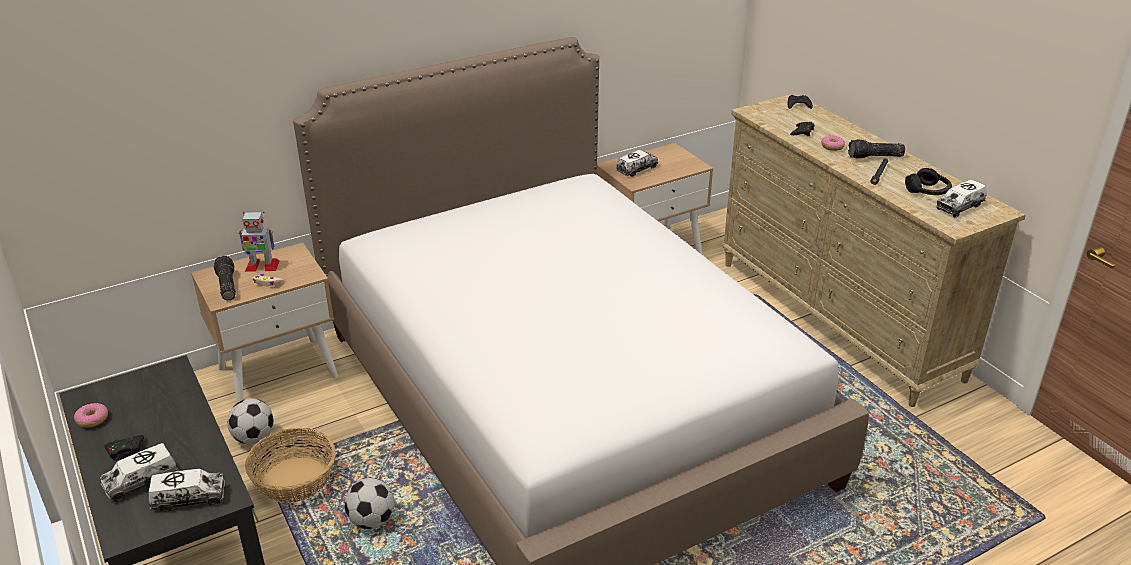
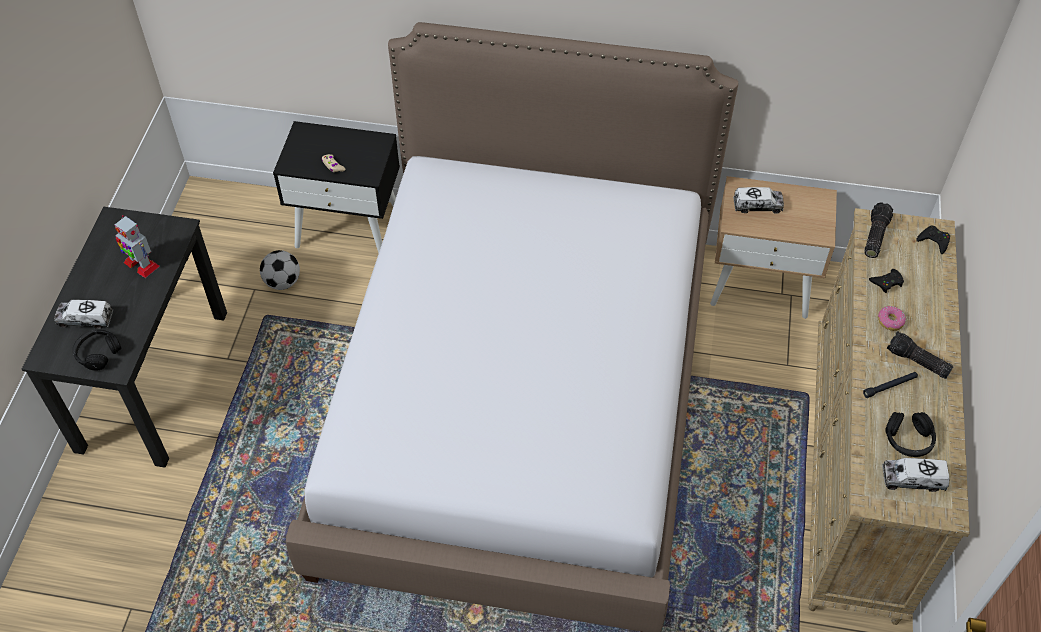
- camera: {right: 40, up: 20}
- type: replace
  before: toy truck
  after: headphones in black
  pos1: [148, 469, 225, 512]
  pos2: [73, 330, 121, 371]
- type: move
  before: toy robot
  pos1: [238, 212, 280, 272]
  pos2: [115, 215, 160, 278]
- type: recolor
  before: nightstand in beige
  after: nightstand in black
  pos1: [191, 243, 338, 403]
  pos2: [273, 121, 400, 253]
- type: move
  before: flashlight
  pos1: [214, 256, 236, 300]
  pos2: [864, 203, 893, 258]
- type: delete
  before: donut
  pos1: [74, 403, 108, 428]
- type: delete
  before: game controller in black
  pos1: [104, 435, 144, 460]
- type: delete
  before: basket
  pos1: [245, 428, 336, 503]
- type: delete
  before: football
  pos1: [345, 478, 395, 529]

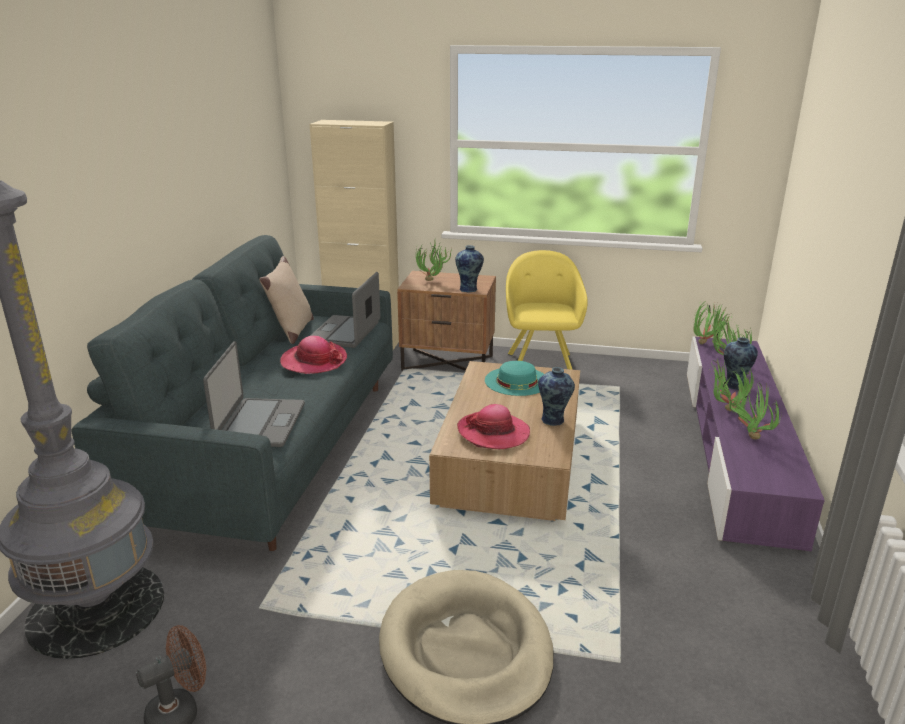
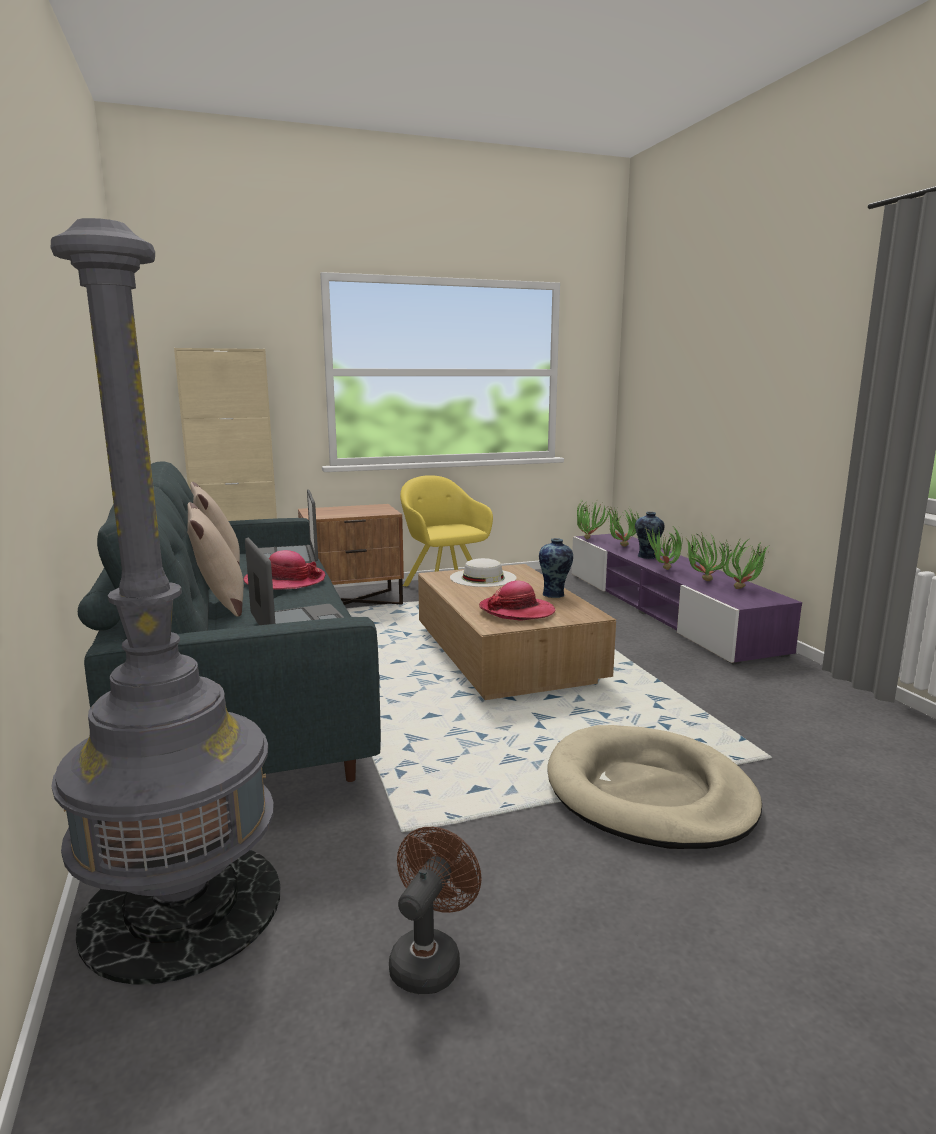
- camera: {right: -30, up: -10}
- type: insert
  after: pillow in beige
  pos2: [187, 502, 244, 617]
- type: recolor
  before: hat in turquoise
  after: hat in white
  pos1: [485, 361, 544, 396]
  pos2: [450, 558, 517, 587]
- type: move
  before: potted plant
  pos1: [416, 241, 452, 281]
  pos2: [722, 535, 771, 589]
- type: delete
  before: vase
  pos1: [455, 245, 484, 292]

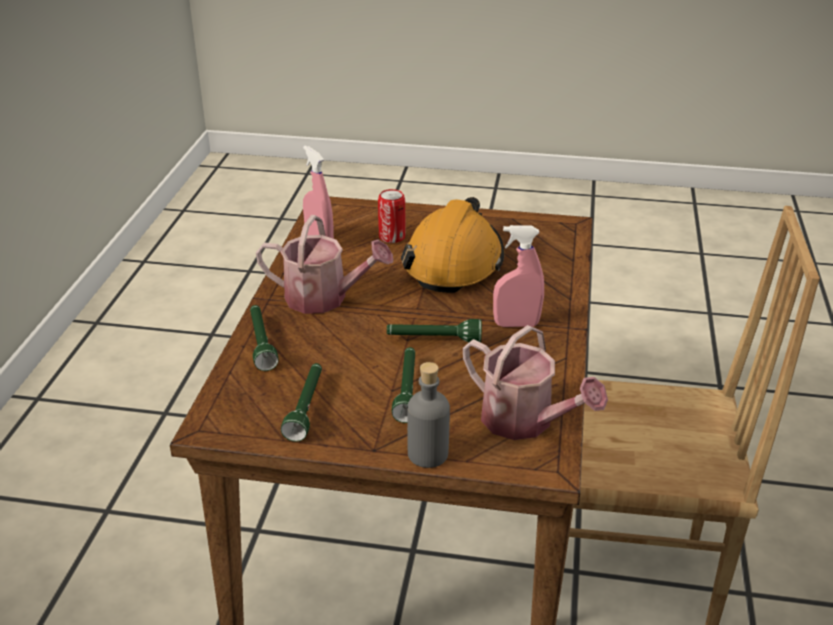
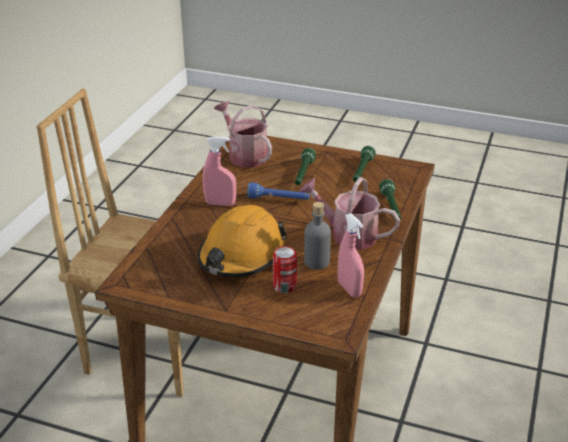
- camera: {right: -170, up: 0}
- type: recolor
  before: flashlight in green
  after: flashlight in blue
  pos1: [387, 319, 482, 343]
  pos2: [247, 182, 310, 200]
- type: move
  before: bottle in grey
  pos1: [407, 362, 450, 468]
  pos2: [304, 202, 331, 270]

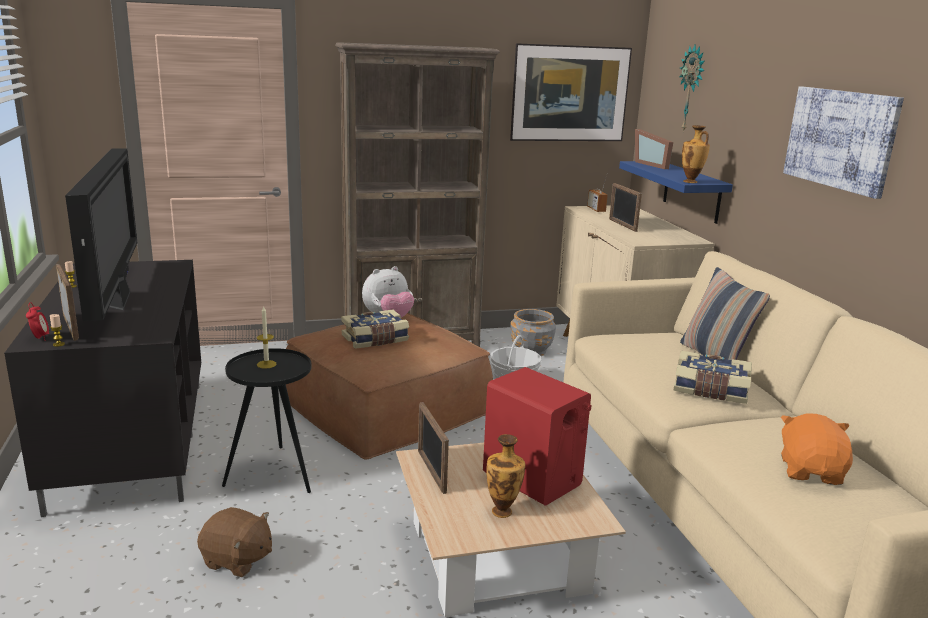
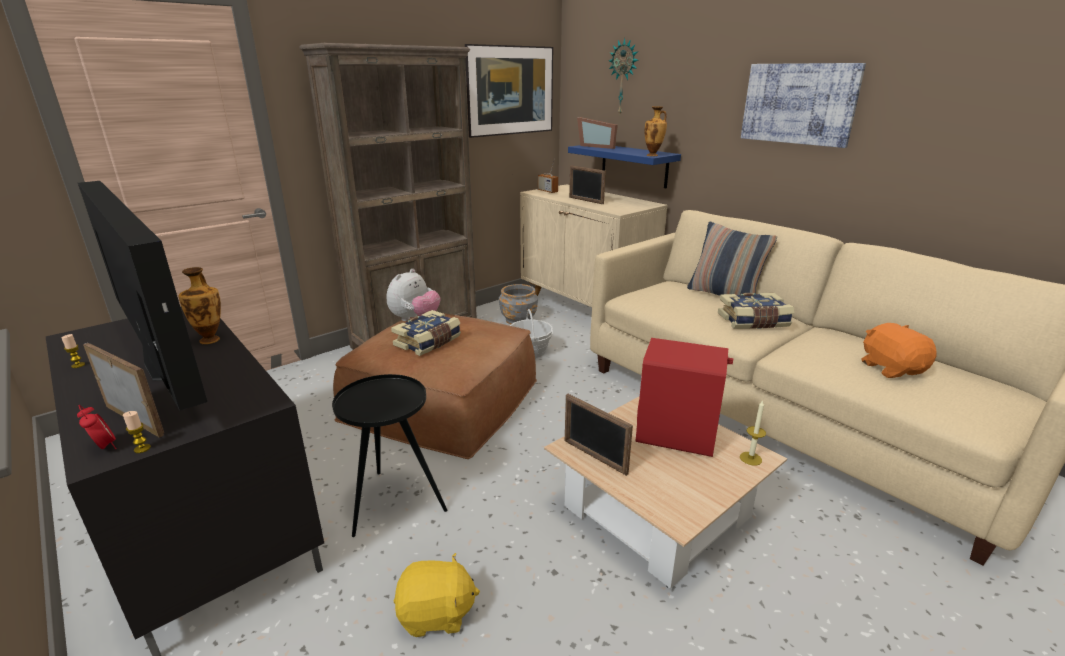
- camera: {right: -25, up: 5}
- type: move
  before: vase
  pos1: [486, 434, 525, 518]
  pos2: [179, 267, 221, 344]
- type: recolor
  before: plush toy in brown
  after: plush toy in yellow
  pos1: [197, 507, 272, 577]
  pos2: [394, 553, 480, 637]
- type: move
  before: candle
  pos1: [257, 307, 277, 369]
  pos2: [740, 400, 766, 465]

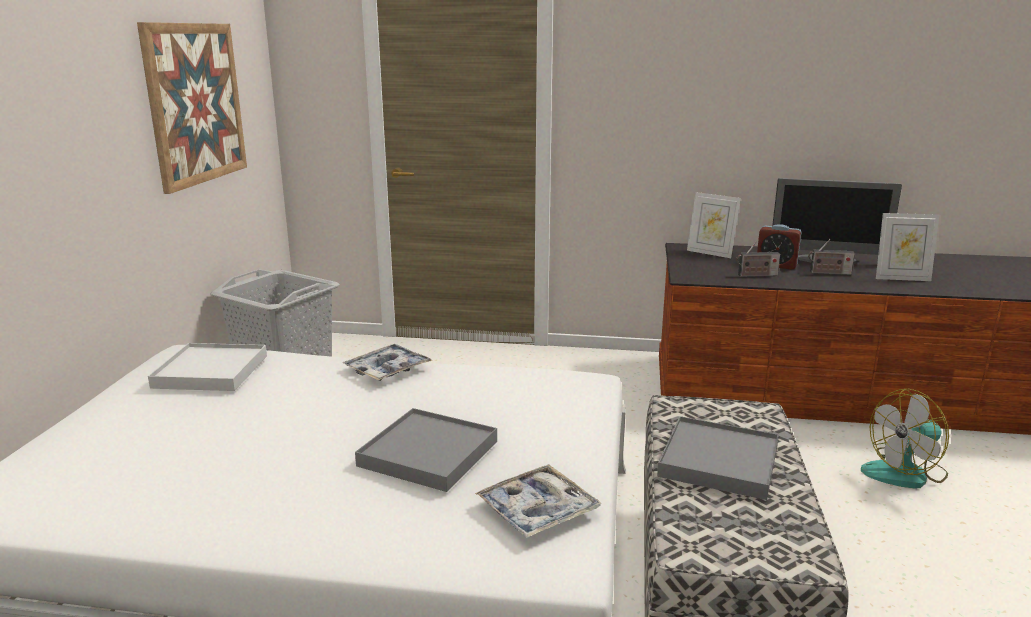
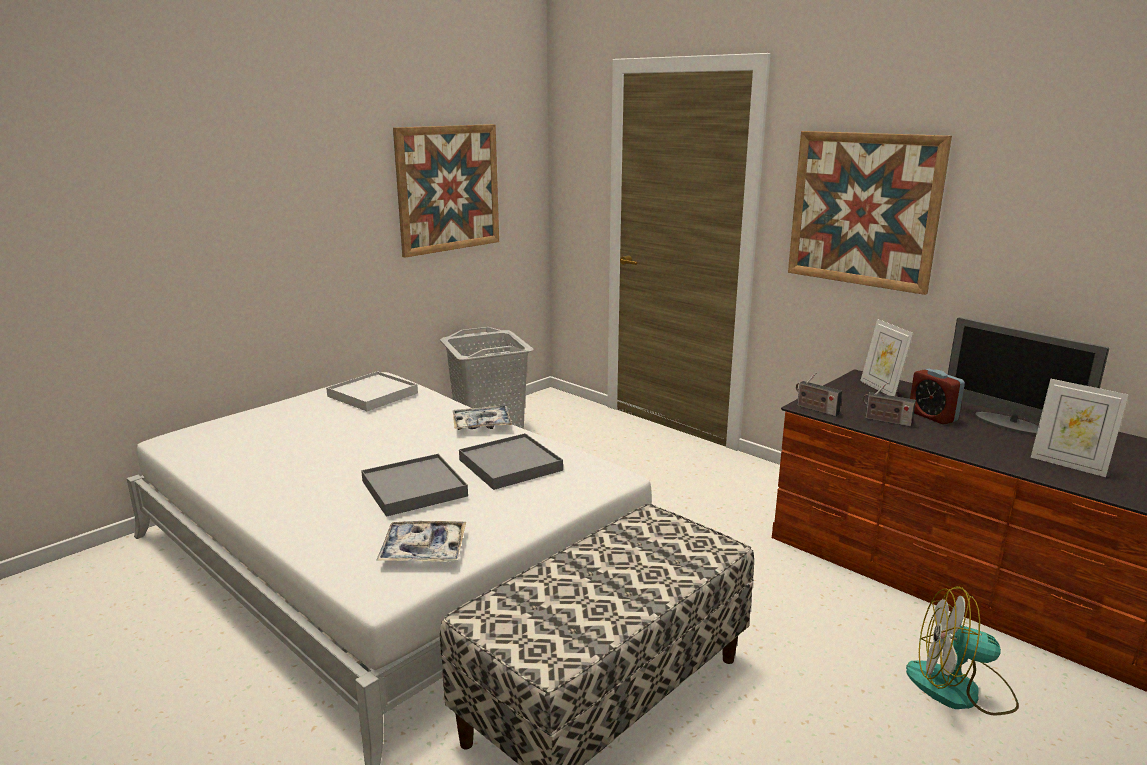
- camera: {right: 35, up: 0}
- type: move
  before: tray in grey
  pos1: [657, 416, 779, 500]
  pos2: [459, 433, 563, 490]
- type: insert
  after: picture
  pos2: [788, 131, 952, 295]
- type: move
  before: radio
  pos1: [808, 239, 855, 275]
  pos2: [796, 372, 842, 417]

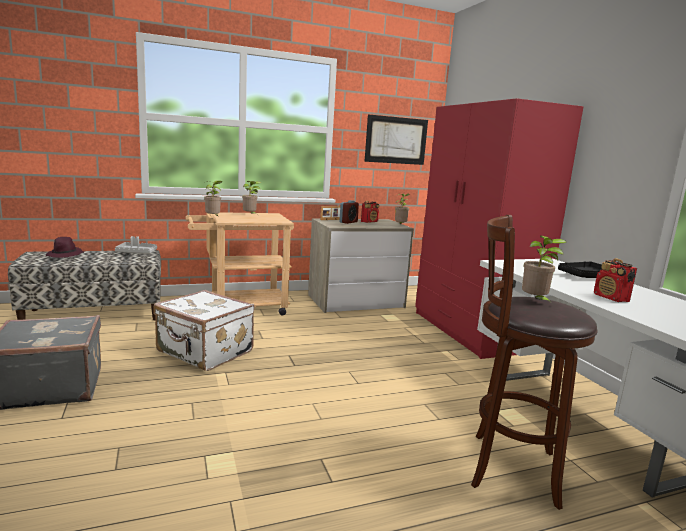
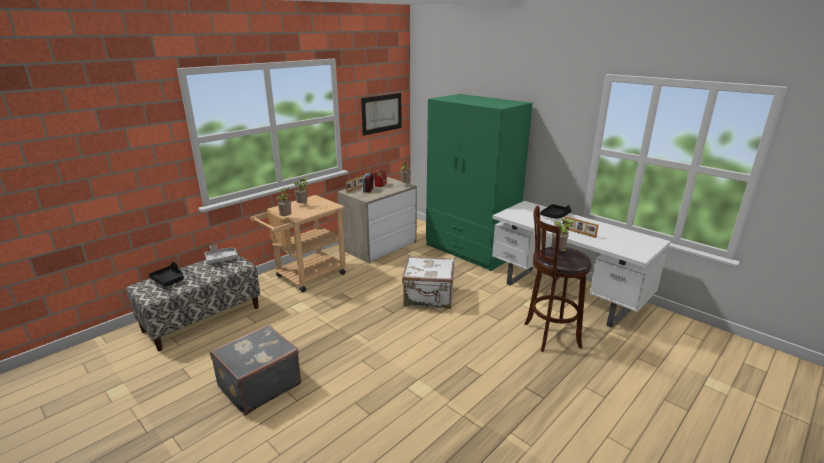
- camera: {right: -25, up: 10}
- type: replace
  before: hat in purple
  after: tray in black
  pos1: [45, 237, 85, 258]
  pos2: [149, 262, 184, 287]
- type: move
  before: suitcase in white
  pos1: [153, 290, 254, 371]
  pos2: [402, 256, 454, 309]
- type: recolor
  before: wardrobe in red
  after: wardrobe in green
  pos1: [415, 98, 584, 359]
  pos2: [426, 94, 533, 271]
- type: replace
  before: radio
  after: picture frame
  pos1: [594, 258, 637, 302]
  pos2: [563, 216, 599, 238]

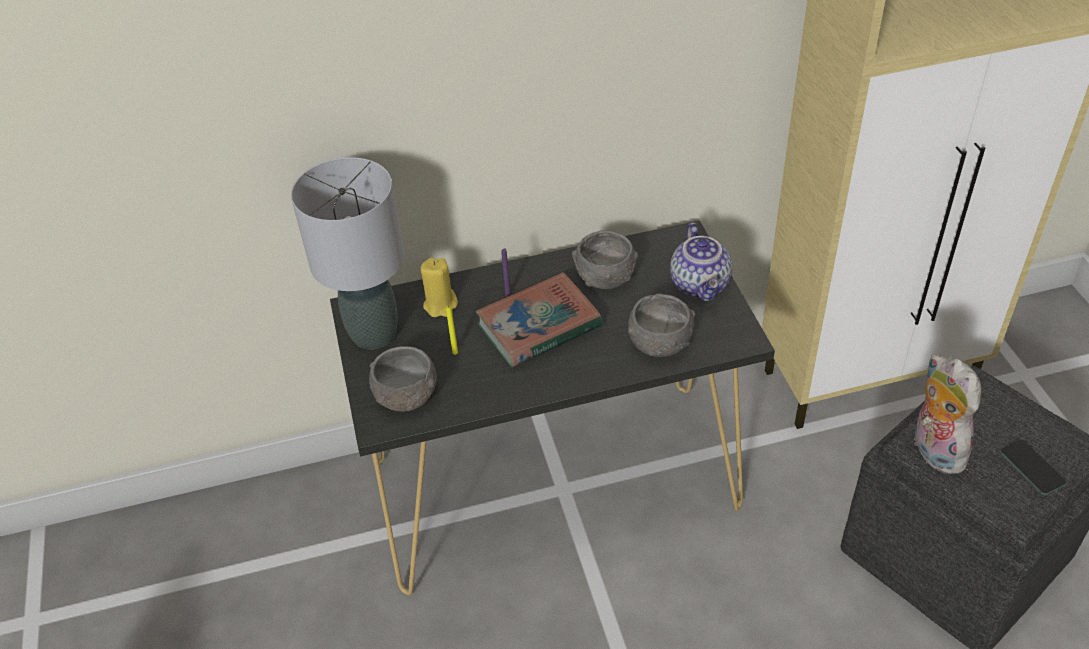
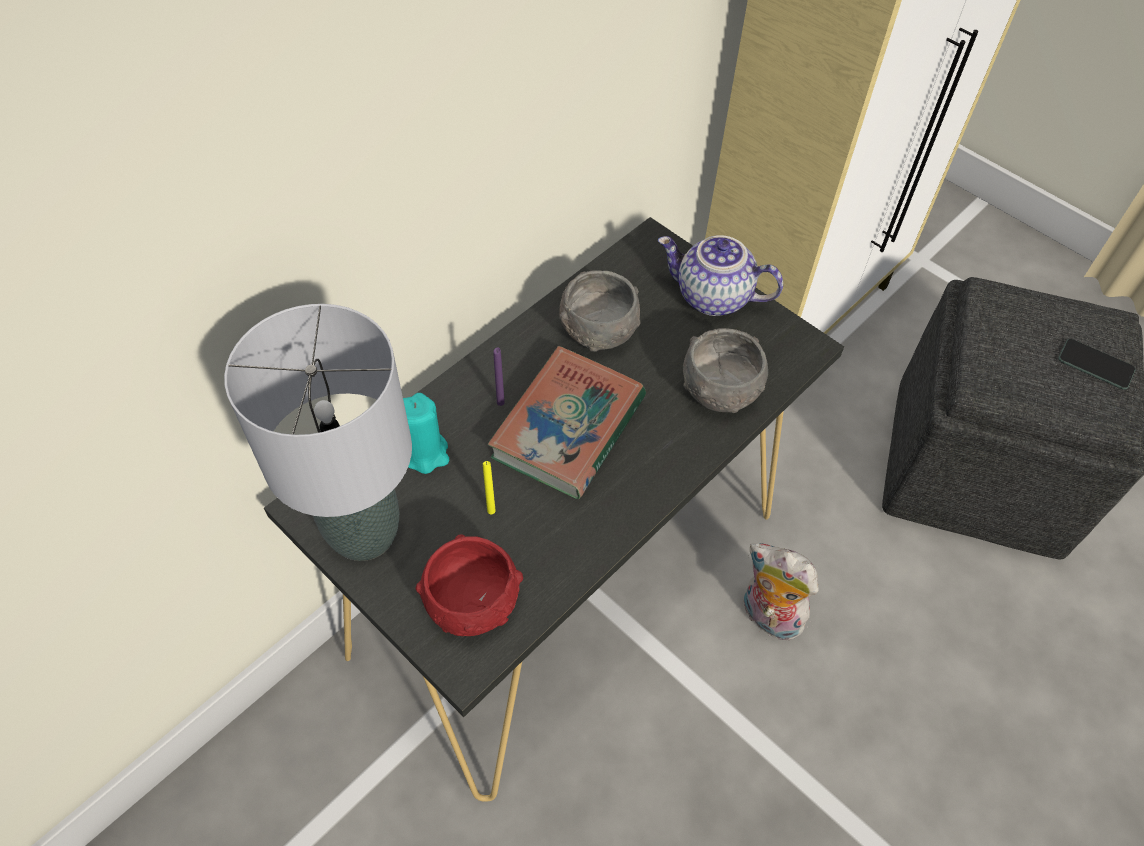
- camera: {right: -35, up: 10}
- type: recolor
  before: candle in yellow
  after: candle in turquoise
  pos1: [421, 258, 458, 317]
  pos2: [403, 393, 449, 474]
- type: recolor
  before: bowl in grey
  after: bowl in red
  pos1: [369, 346, 437, 412]
  pos2: [416, 534, 523, 636]
- type: rotate
  before: teapot
  pos1: [670, 222, 732, 301]
  pos2: [658, 235, 783, 316]
  turn: 150
- type: move
  before: plush toy
  pos1: [912, 354, 982, 474]
  pos2: [744, 543, 819, 640]

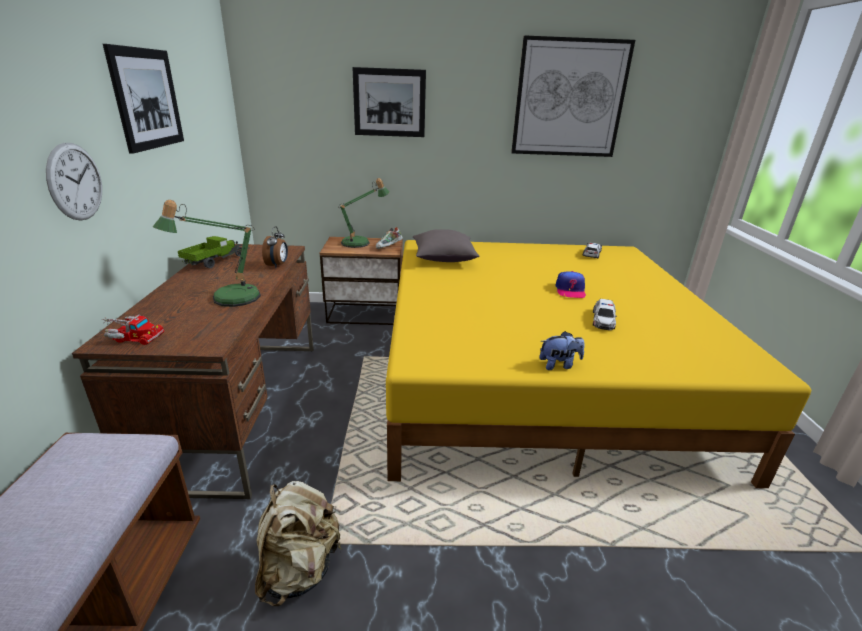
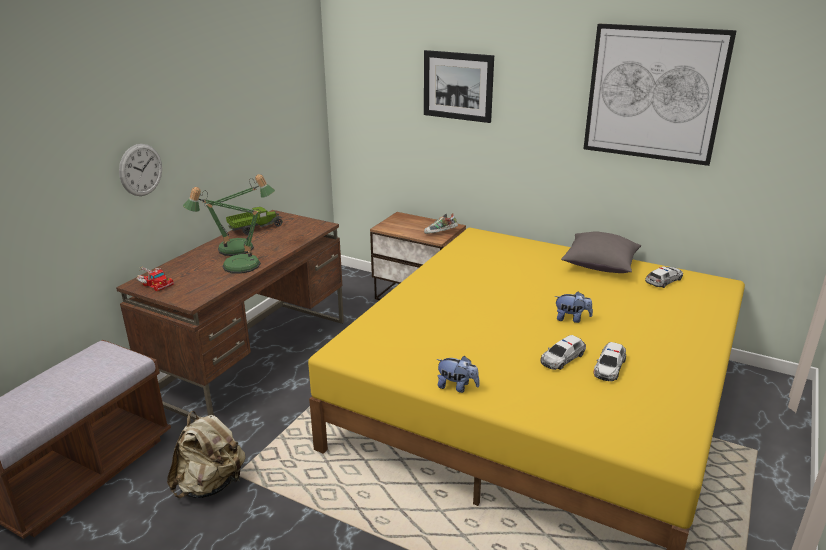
- camera: {right: 30, up: 0}
- type: move
  before: table lamp
  pos1: [338, 178, 389, 248]
  pos2: [204, 174, 275, 256]
- type: replace
  before: cap
  after: plush toy
  pos1: [555, 271, 586, 298]
  pos2: [554, 292, 593, 323]
- type: move
  before: pillow in grey
  pos1: [413, 229, 479, 262]
  pos2: [561, 231, 641, 273]
- type: insert
  after: toy car
  pos2: [593, 342, 626, 381]
- type: delete
  before: picture
  pos1: [103, 44, 184, 154]
- type: delete
  before: alarm clock
  pos1: [262, 226, 288, 268]

